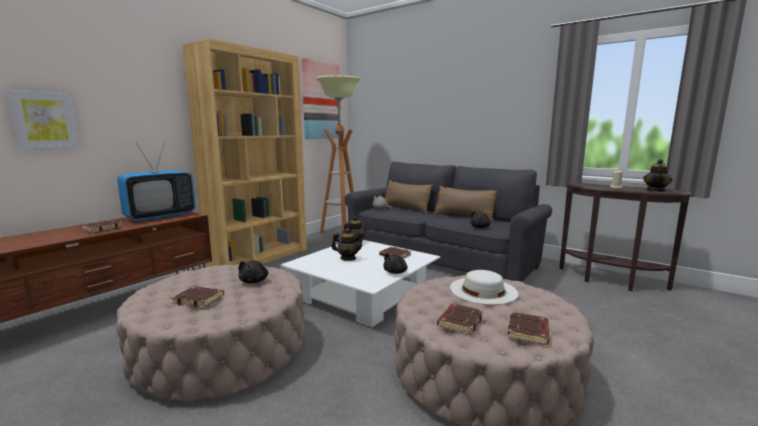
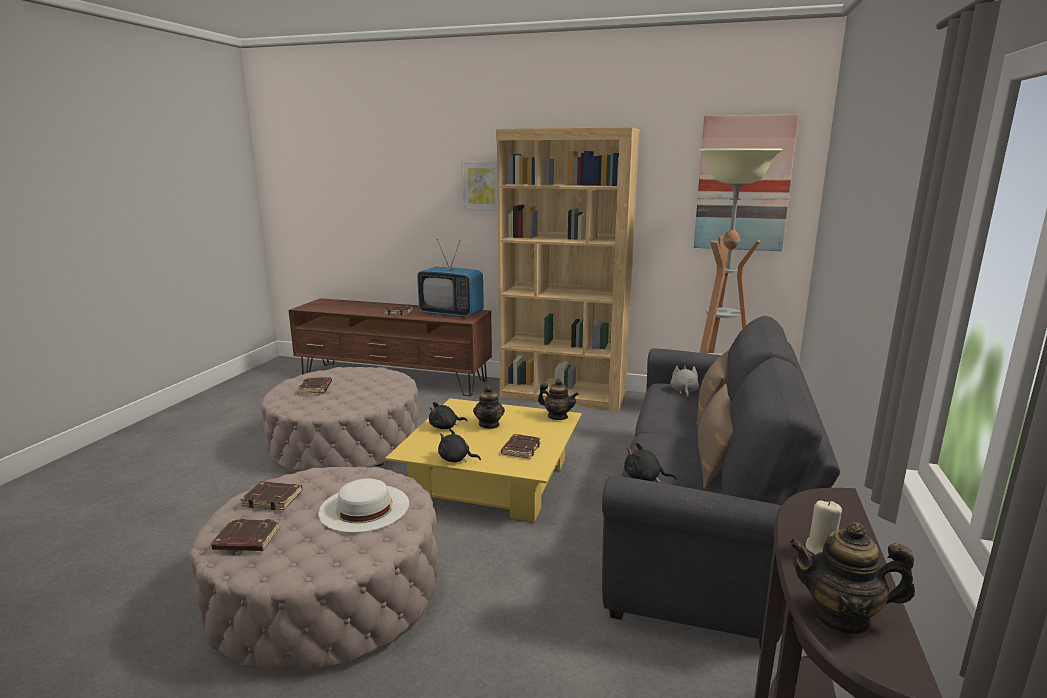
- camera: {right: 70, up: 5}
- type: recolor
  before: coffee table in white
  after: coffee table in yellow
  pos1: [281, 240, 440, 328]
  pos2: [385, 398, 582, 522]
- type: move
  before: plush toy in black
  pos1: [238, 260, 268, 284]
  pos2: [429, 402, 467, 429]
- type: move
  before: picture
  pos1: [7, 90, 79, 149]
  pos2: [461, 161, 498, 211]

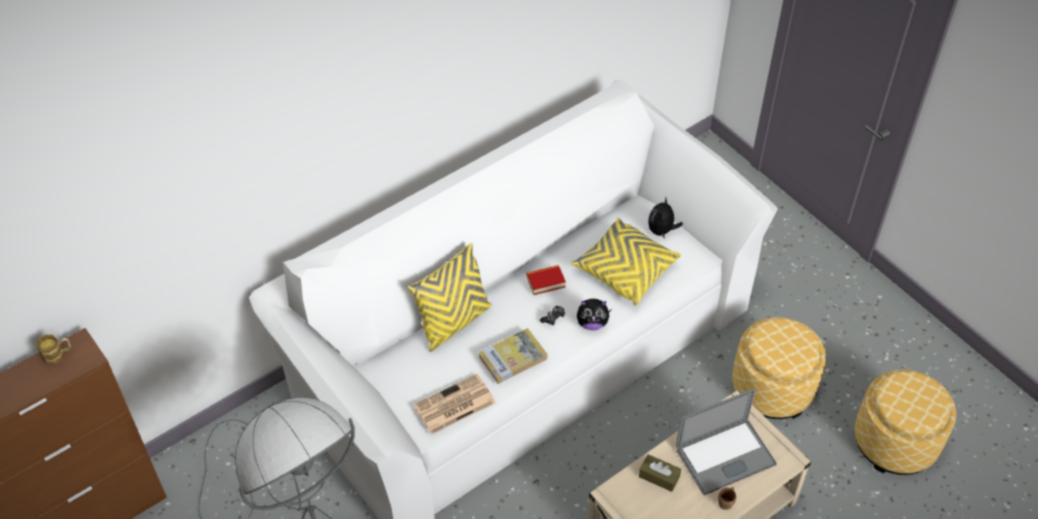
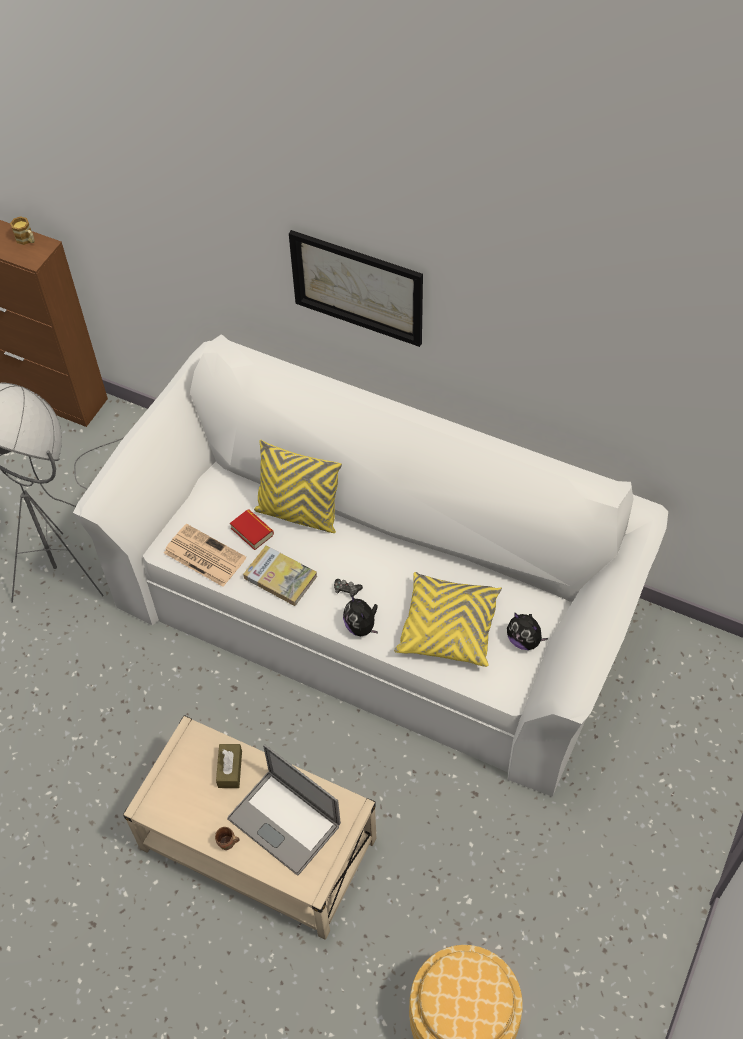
- camera: {right: 65, up: 5}
- type: move
  before: book
  pos1: [526, 265, 566, 295]
  pos2: [230, 509, 274, 550]
- type: insert
  after: picture
  pos2: [289, 230, 423, 347]
- type: rotate
  before: plush toy
  pos1: [648, 197, 683, 239]
  pos2: [507, 612, 548, 650]
  turn: -135
- type: delete
  before: ottoman
  pos1: [732, 317, 826, 419]

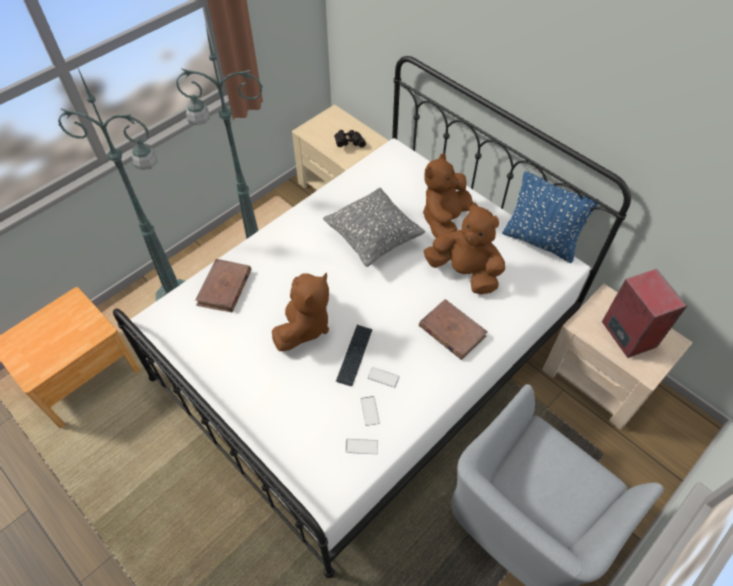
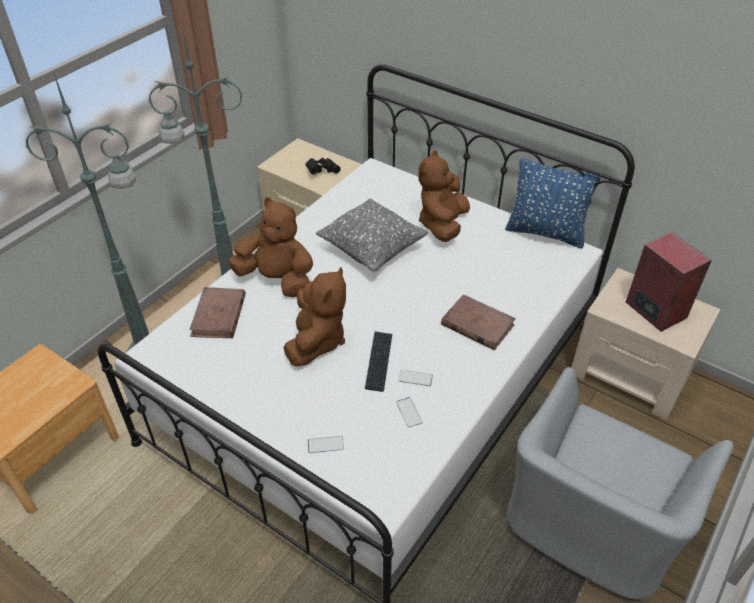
- camera: {right: -10, up: -10}
- type: move
  before: plush toy in brown
  pos1: [424, 202, 505, 294]
  pos2: [228, 198, 313, 297]
- type: move
  before: phone
  pos1: [346, 439, 378, 454]
  pos2: [308, 436, 344, 453]

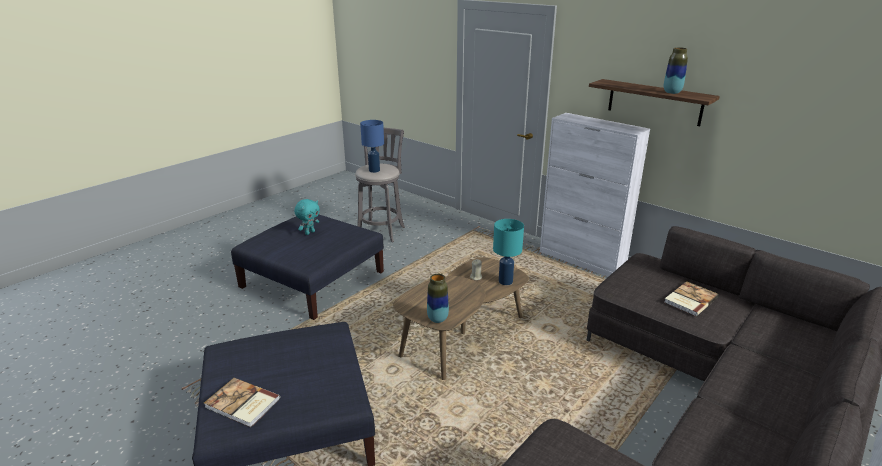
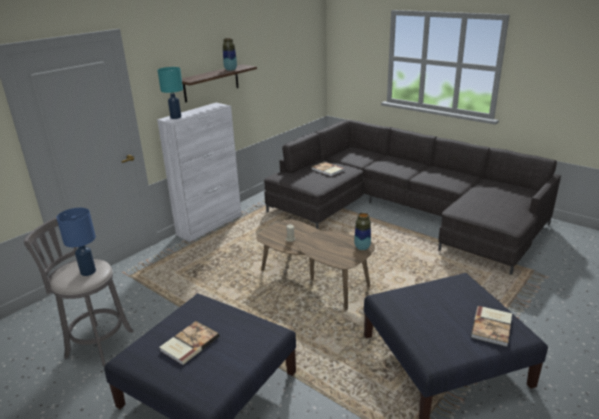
- camera: {right: -90, up: 0}
- type: move
  before: table lamp in turquoise
  pos1: [493, 219, 524, 285]
  pos2: [158, 67, 183, 119]
- type: replace
  before: plush toy in turquoise
  after: book
  pos1: [294, 199, 320, 235]
  pos2: [159, 321, 219, 365]

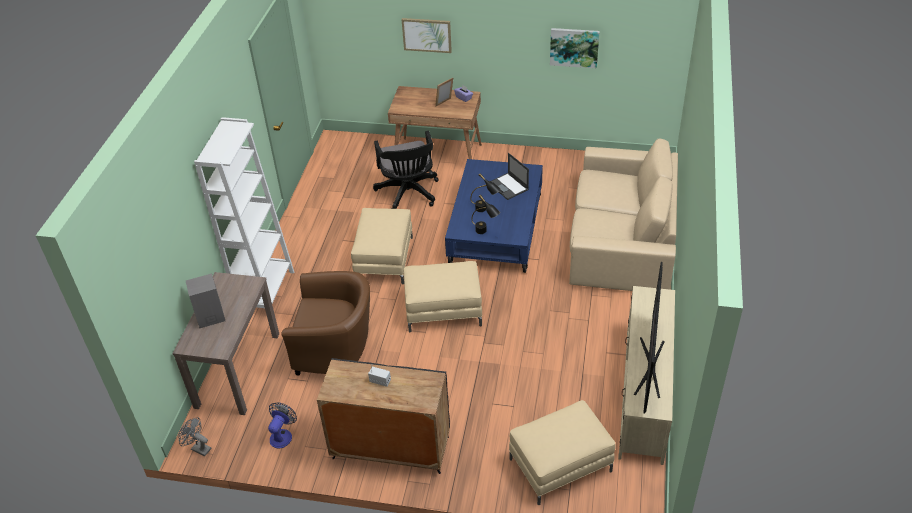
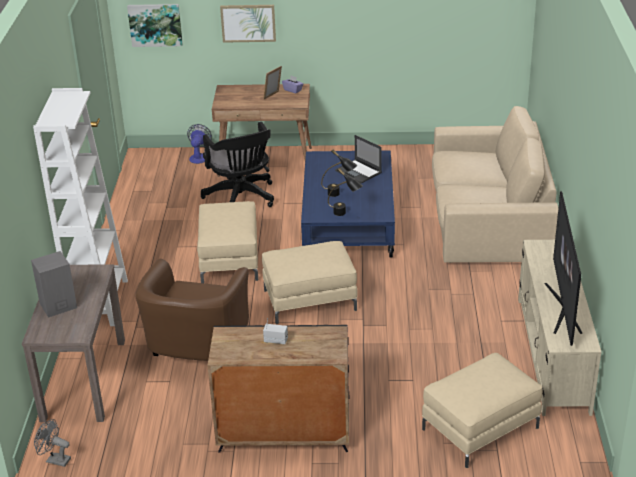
- camera: {right: -10, up: -10}
- type: move
  before: picture
  pos1: [550, 28, 600, 68]
  pos2: [127, 4, 183, 47]
- type: rotate
  before: armchair in brown
  pos1: [281, 271, 370, 375]
  pos2: [135, 259, 249, 361]
  turn: 105
- type: move
  before: fan
  pos1: [268, 402, 297, 448]
  pos2: [187, 124, 212, 164]

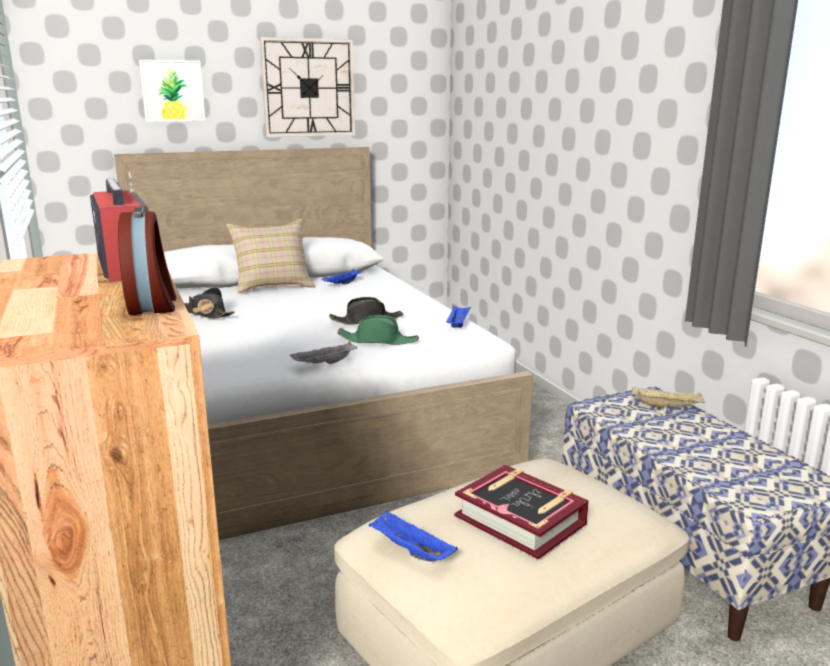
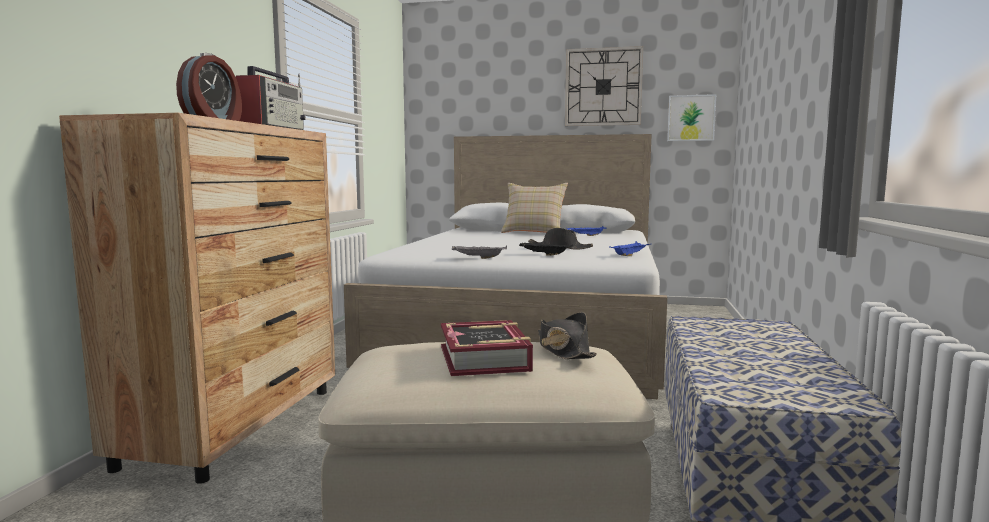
- camera: {right: 35, up: -10}
- type: replace
  before: hat in green
  after: tray in black
  pos1: [337, 315, 419, 345]
  pos2: [519, 242, 573, 256]
- type: move
  before: hat in black
  pos1: [184, 287, 235, 319]
  pos2: [538, 312, 597, 359]
- type: move
  before: picture
  pos1: [139, 60, 205, 122]
  pos2: [667, 94, 716, 141]
- type: delete
  before: tray in blue
  pos1: [369, 510, 458, 561]
- type: delete
  before: tray in beige
  pos1: [632, 387, 705, 408]

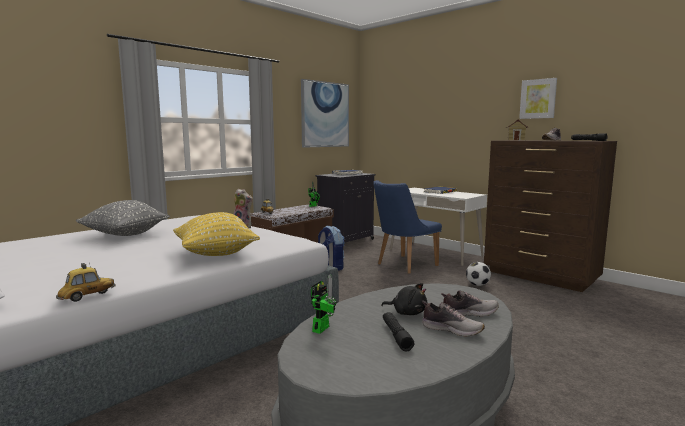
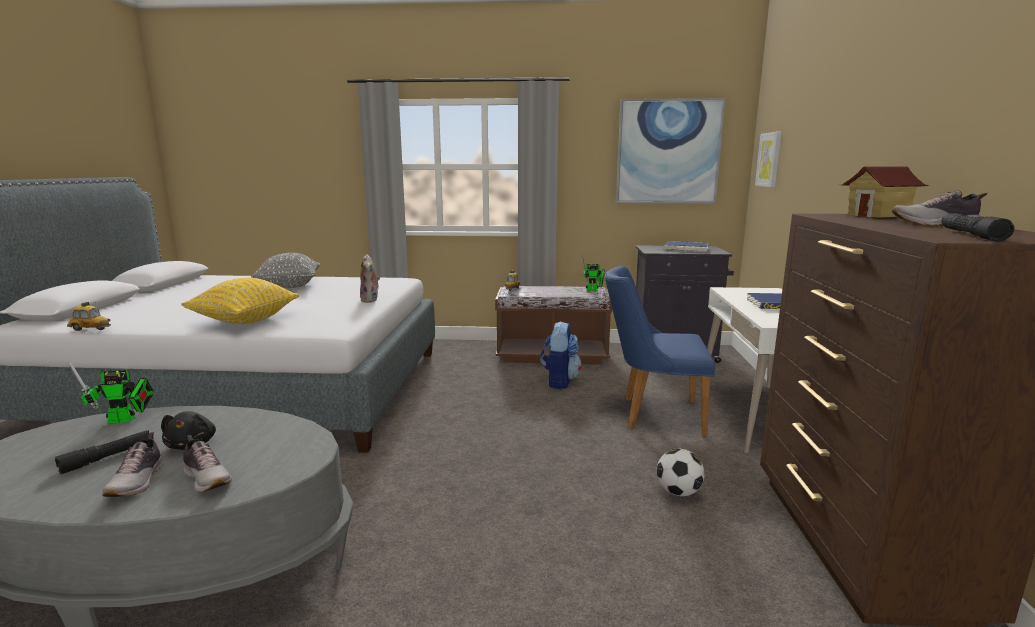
- camera: {right: 50, up: 5}
- type: move
  before: picture
  pos1: [519, 78, 557, 119]
  pos2: [755, 131, 782, 187]

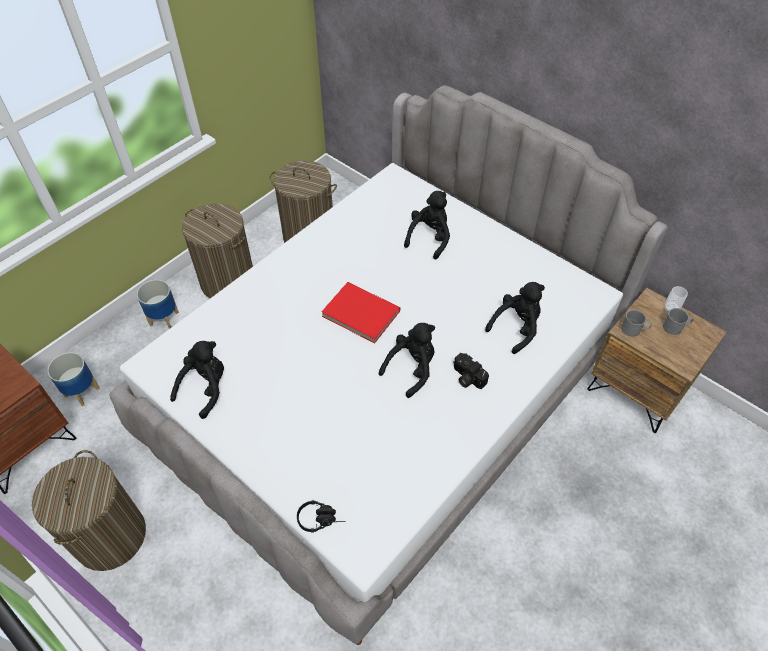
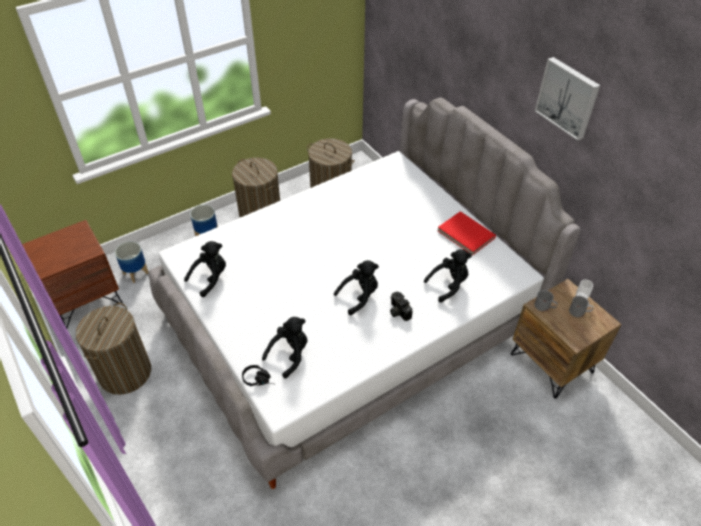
- camera: {right: 15, up: -5}
- type: move
  before: plush toy in black
  pos1: [404, 191, 450, 259]
  pos2: [262, 317, 307, 378]
- type: move
  before: book in red
  pos1: [322, 282, 400, 343]
  pos2: [437, 211, 496, 256]
- type: insert
  after: picture
  pos2: [535, 57, 600, 141]

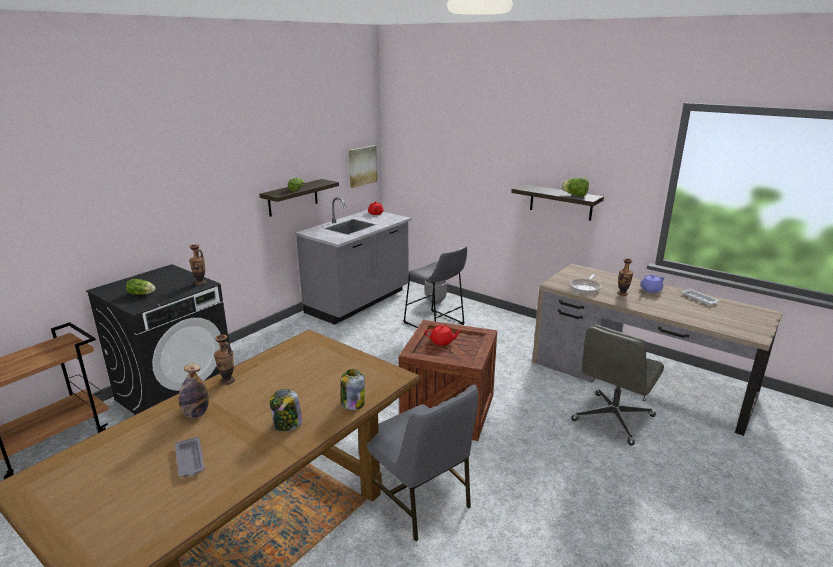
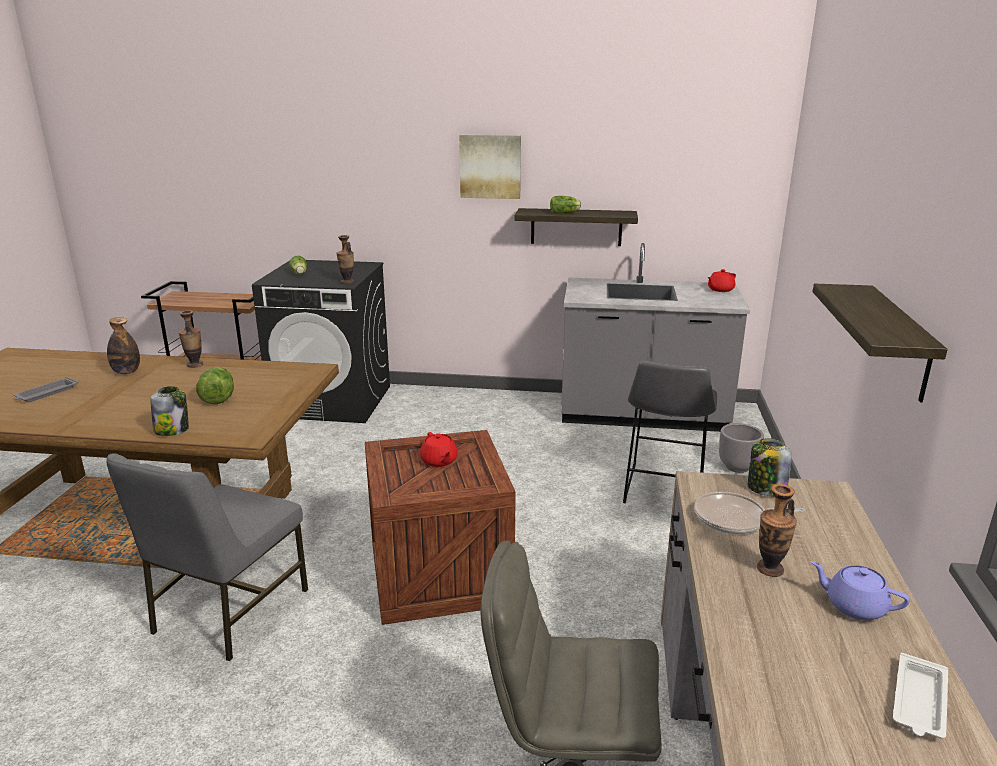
- camera: {right: 60, up: 0}
- type: move
  before: lettuce
  pos1: [562, 177, 589, 196]
  pos2: [196, 367, 234, 404]
- type: move
  before: picture
  pos1: [349, 145, 377, 188]
  pos2: [459, 135, 521, 199]
- type: move
  before: jar
  pos1: [269, 389, 302, 431]
  pos2: [748, 438, 792, 497]

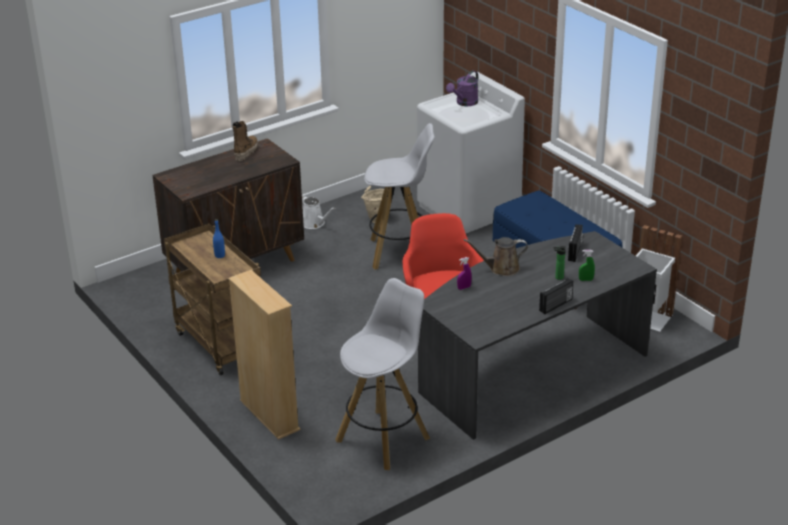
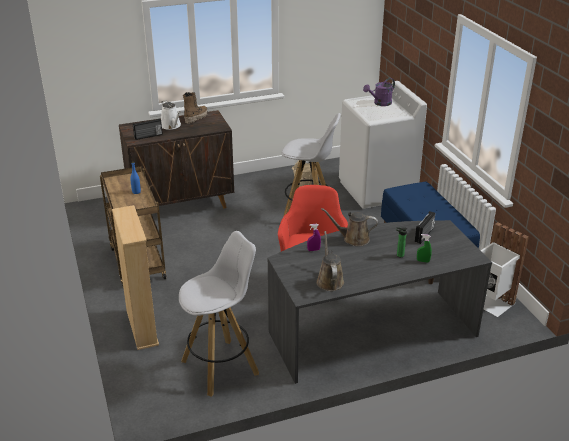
- camera: {right: 15, up: 0}
- type: move
  before: radio
  pos1: [539, 278, 573, 314]
  pos2: [133, 119, 163, 140]
- type: move
  before: watering can in white
  pos1: [302, 195, 335, 229]
  pos2: [161, 100, 181, 130]
- type: insert
  after: watering can in brown
  pos2: [316, 231, 344, 291]

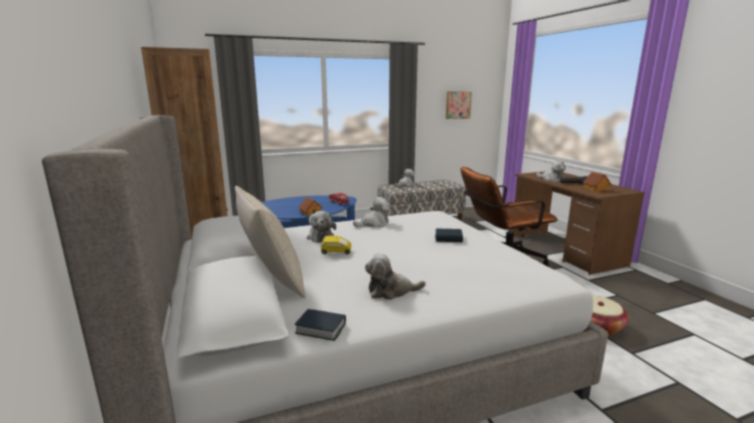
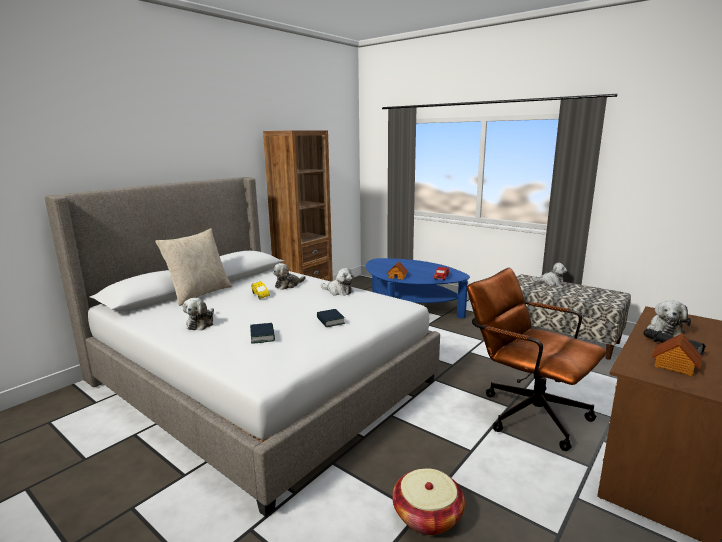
- camera: {right: 60, up: 0}
- type: rotate
  before: plush toy
  pos1: [365, 253, 426, 300]
  pos2: [183, 298, 214, 330]
  turn: -135
- type: move
  before: book
  pos1: [295, 309, 346, 341]
  pos2: [250, 323, 275, 344]
- type: delete
  before: picture
  pos1: [446, 91, 472, 119]

